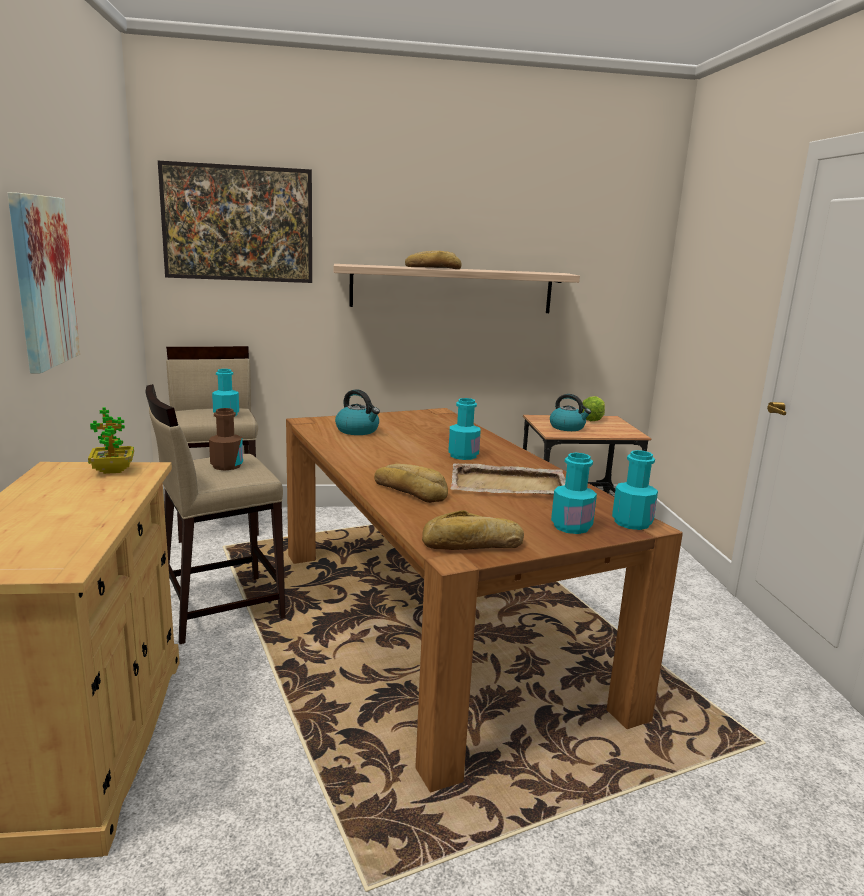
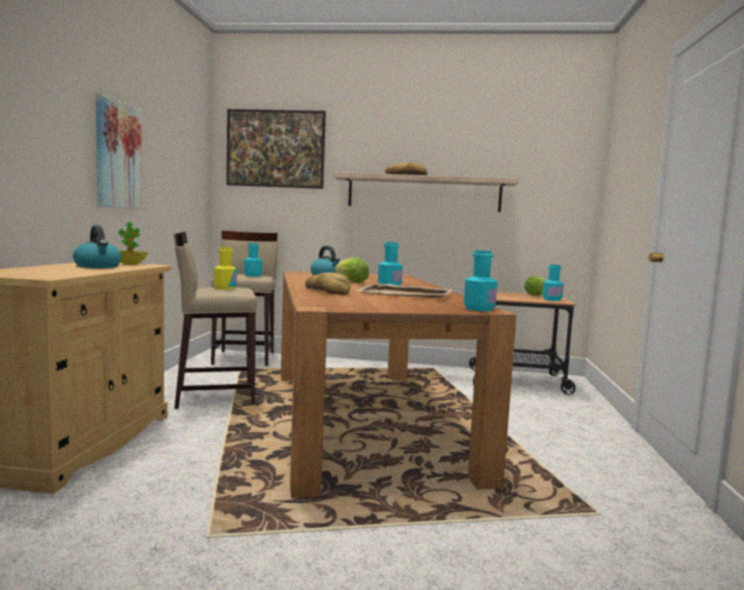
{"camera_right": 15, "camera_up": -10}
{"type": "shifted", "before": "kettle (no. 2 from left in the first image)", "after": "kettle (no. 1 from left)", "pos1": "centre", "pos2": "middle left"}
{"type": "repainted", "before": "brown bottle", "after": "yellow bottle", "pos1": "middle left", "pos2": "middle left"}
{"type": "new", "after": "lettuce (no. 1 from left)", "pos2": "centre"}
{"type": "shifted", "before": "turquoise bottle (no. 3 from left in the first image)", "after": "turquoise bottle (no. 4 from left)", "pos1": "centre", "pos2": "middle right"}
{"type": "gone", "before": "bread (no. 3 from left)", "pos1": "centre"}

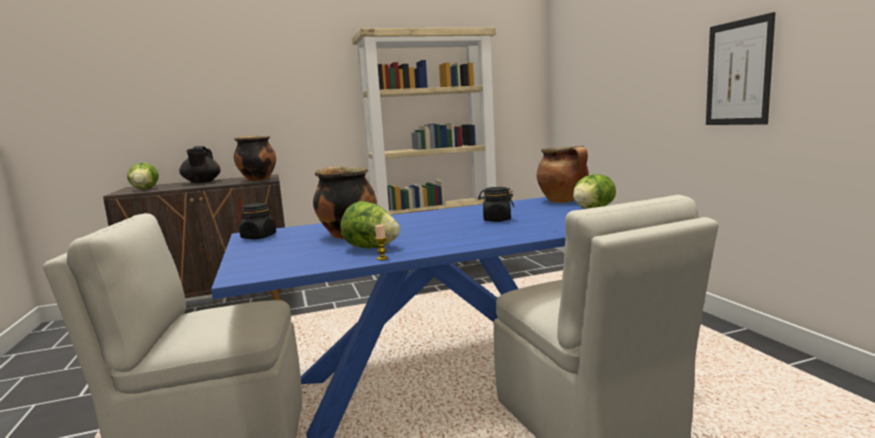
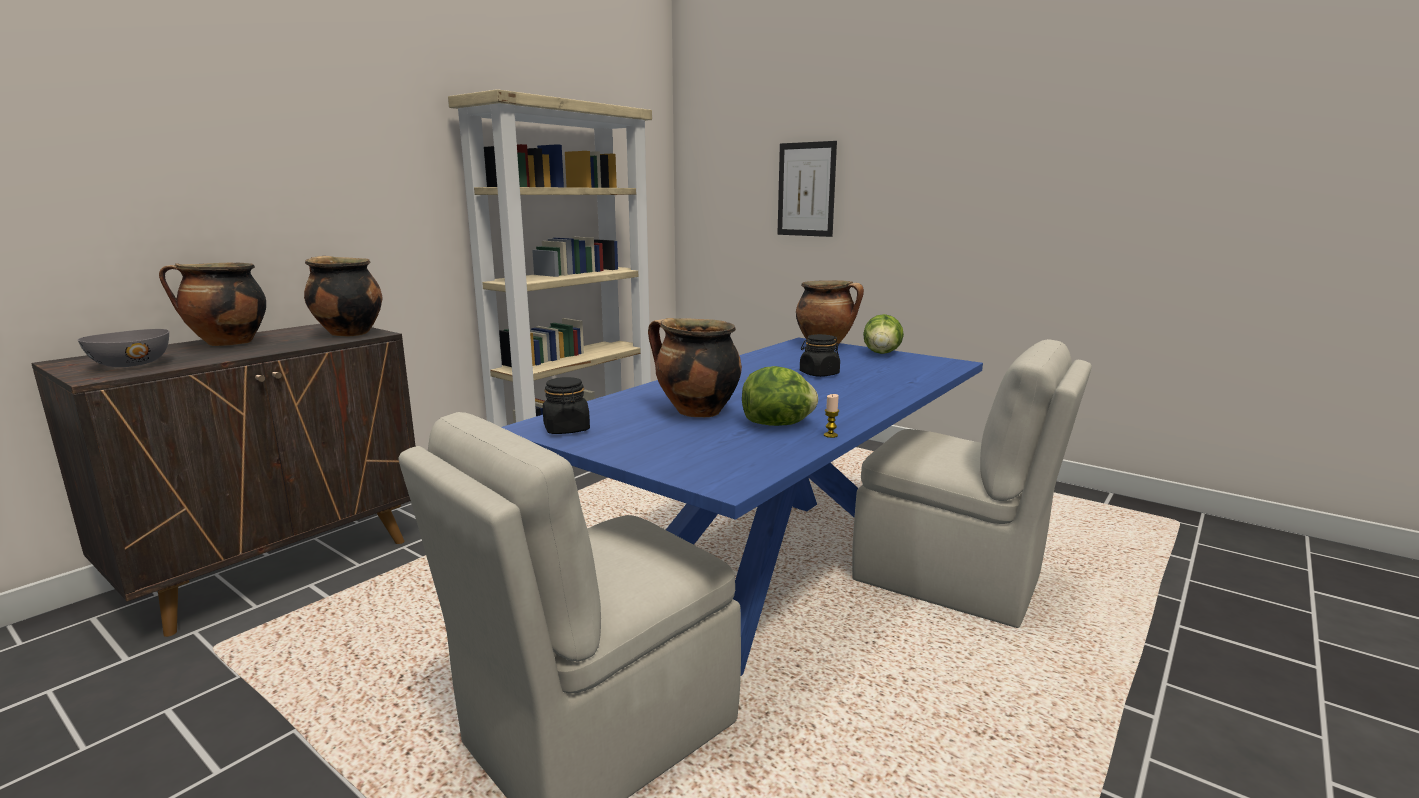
{"camera_right": -35, "camera_up": 5}
{"type": "swapped", "before": "lettuce (no. 1 from left)", "after": "grey bowl", "pos1": "middle left", "pos2": "middle left"}
{"type": "swapped", "before": "black teapot", "after": "cooking pot (no. 1 from left)", "pos1": "middle left", "pos2": "middle left"}
{"type": "shifted", "before": "picture", "pos1": "top right", "pos2": "top centre"}

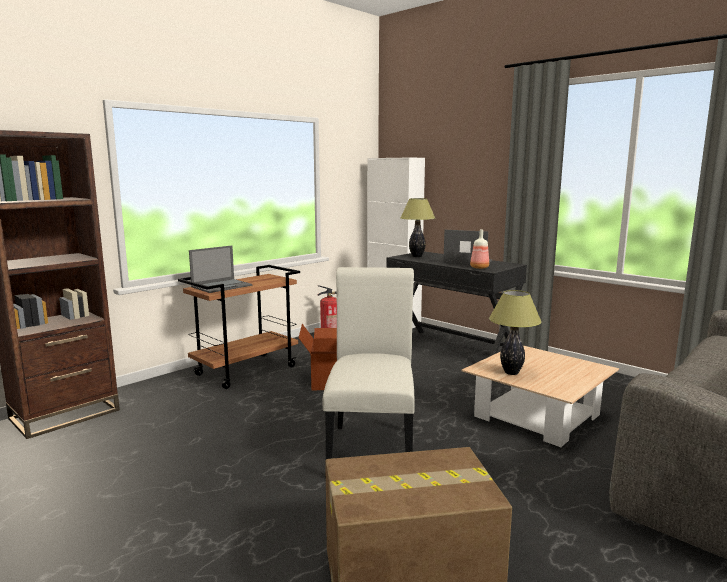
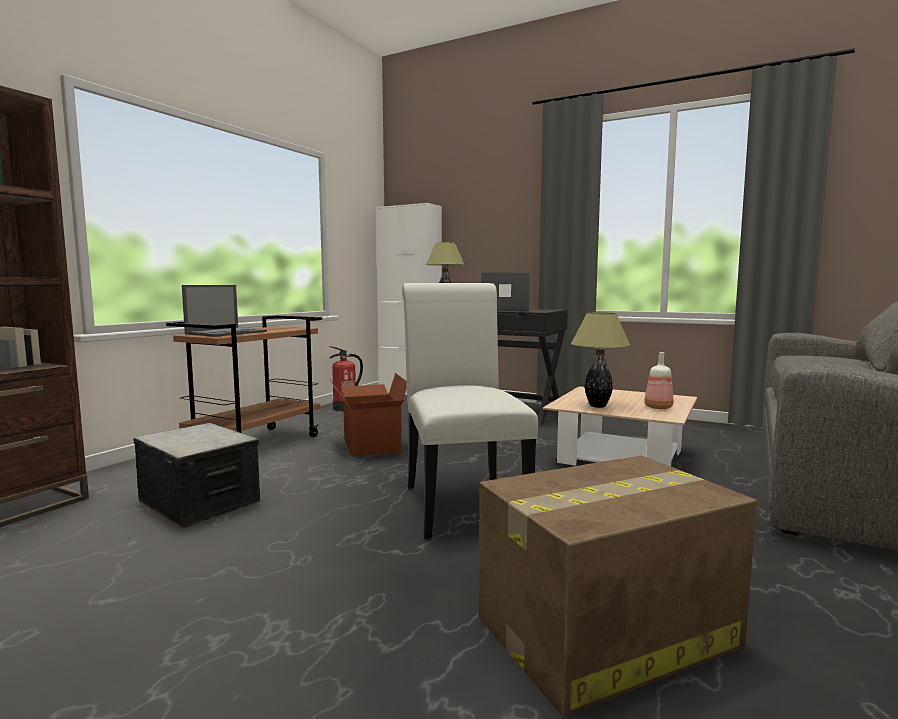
{"camera_right": -15, "camera_up": -5}
{"type": "new", "after": "storage box", "pos2": "middle left"}
{"type": "shifted", "before": "bottle", "pos1": "centre", "pos2": "middle right"}

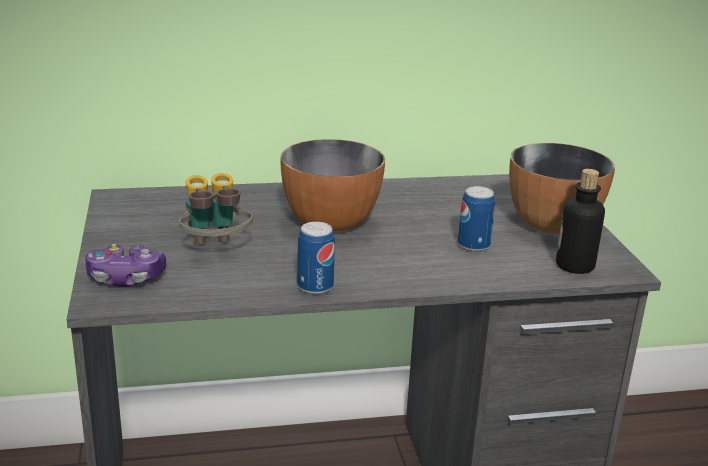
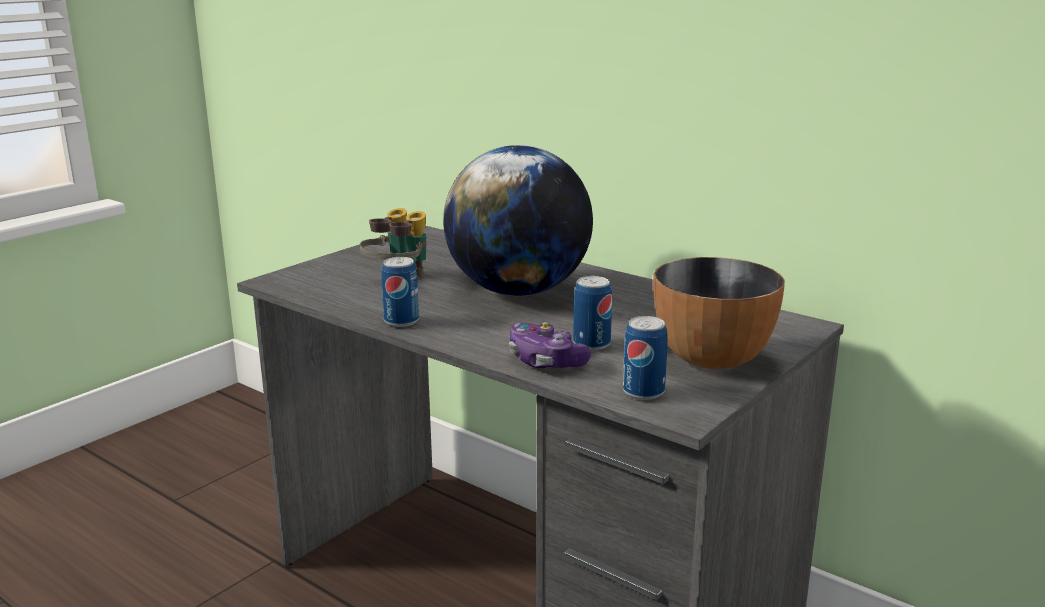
{"camera_right": 50, "camera_up": -5}
{"type": "swapped", "before": "bowl (no. 1 from left)", "after": "globe", "pos1": "centre", "pos2": "centre"}
{"type": "shifted", "before": "game controller", "pos1": "middle left", "pos2": "centre"}
{"type": "swapped", "before": "bottle", "after": "can (no. 3 from left)", "pos1": "middle right", "pos2": "centre"}

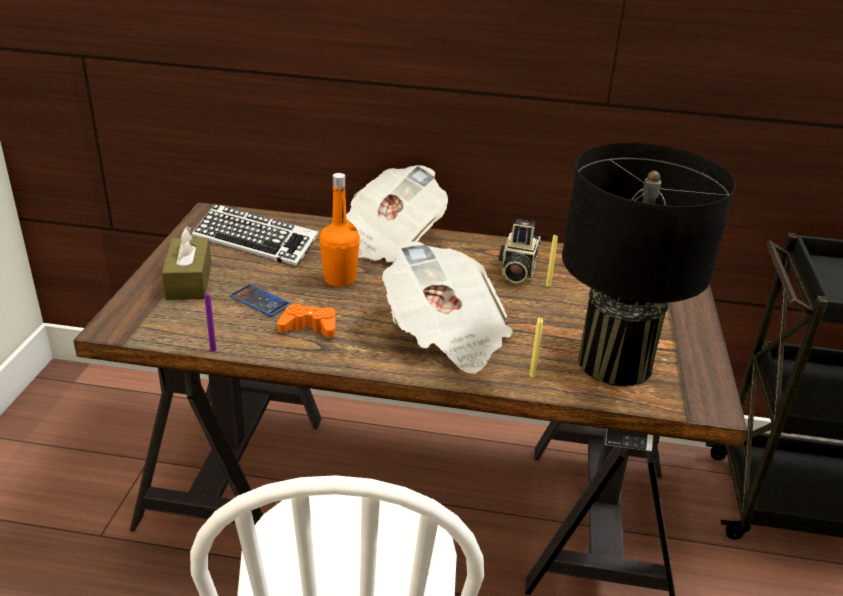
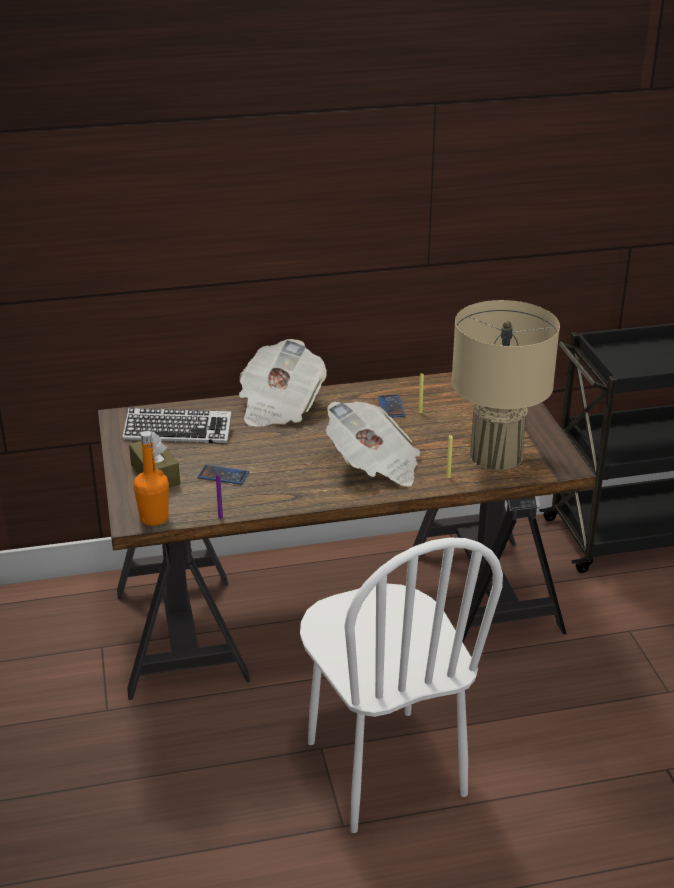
{"camera_right": -20, "camera_up": 0}
{"type": "shifted", "before": "orange bottle", "pos1": "centre", "pos2": "middle left"}
{"type": "swapped", "before": "photo camera", "after": "phone (no. 2 from left)", "pos1": "centre", "pos2": "centre"}
{"type": "repainted", "before": "black table lamp", "after": "beige table lamp", "pos1": "middle right", "pos2": "middle right"}
{"type": "gone", "before": "orange game controller", "pos1": "centre"}

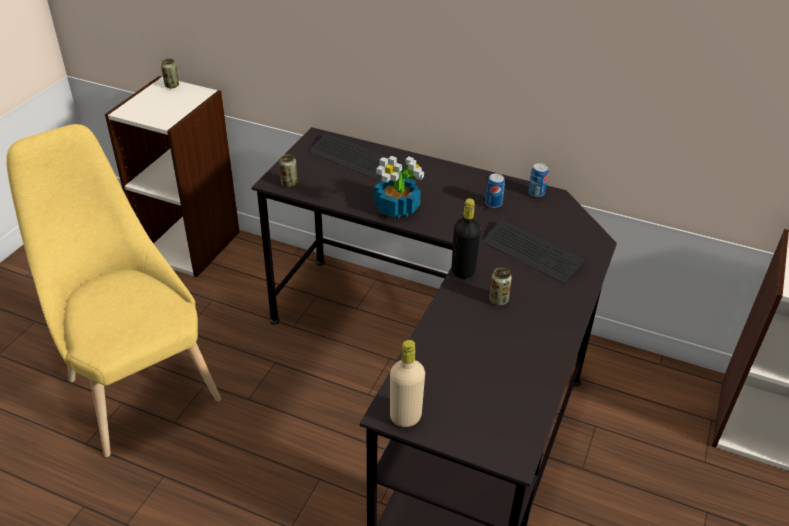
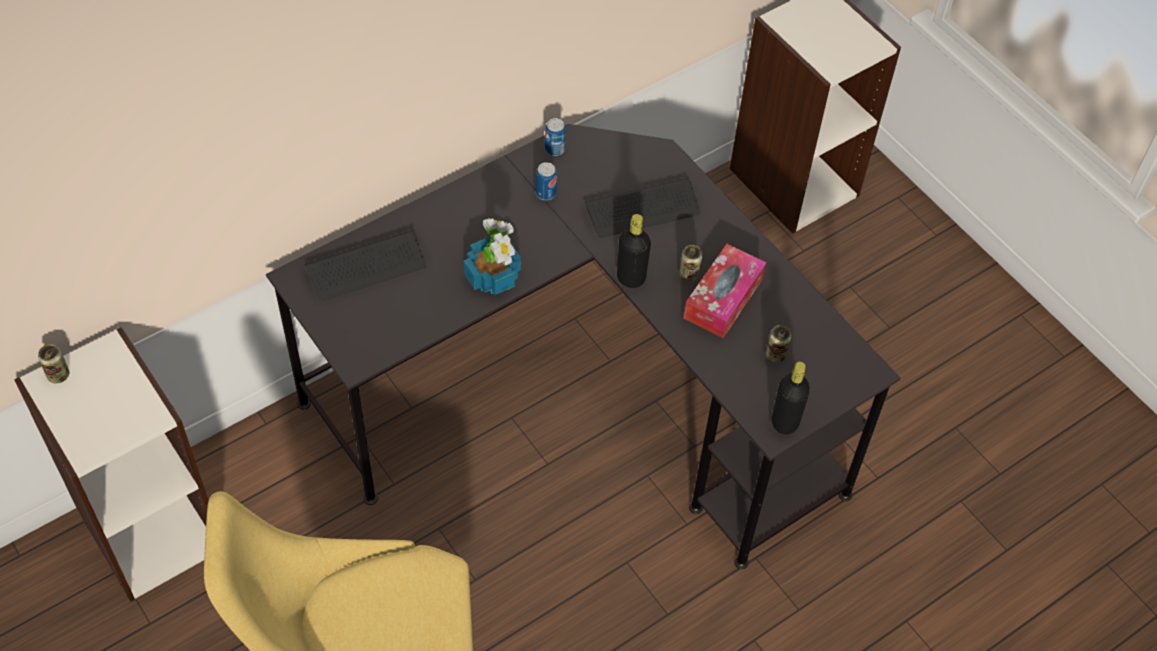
{"camera_right": -60, "camera_up": 15}
{"type": "new", "after": "tissue box", "pos2": "centre"}
{"type": "shifted", "before": "can (no. 2 from left in the first image)", "after": "can (no. 5 from left)", "pos1": "top centre", "pos2": "middle right"}
{"type": "repainted", "before": "beige bottle", "after": "black bottle (no. 2 from left)", "pos1": "bottom centre", "pos2": "middle right"}

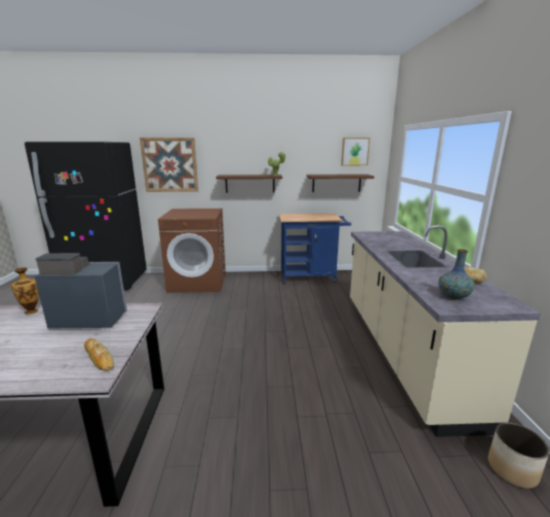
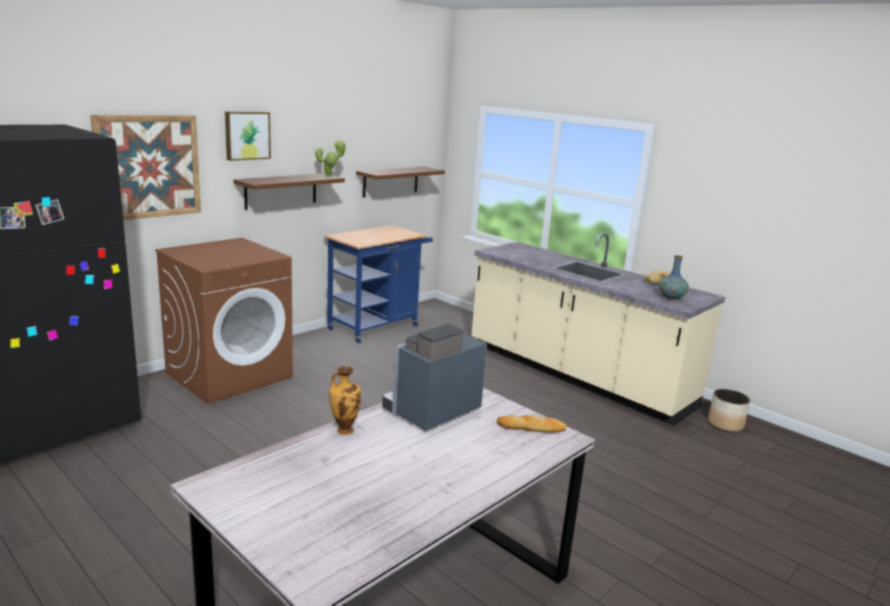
{"camera_right": -45, "camera_up": 0}
{"type": "shifted", "before": "picture (no. 2 from left)", "pos1": "top centre", "pos2": "top left"}

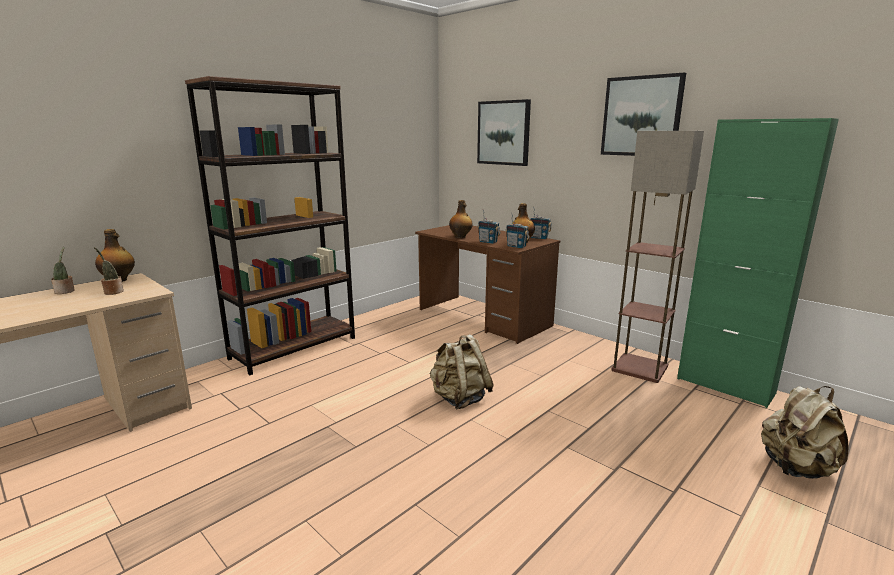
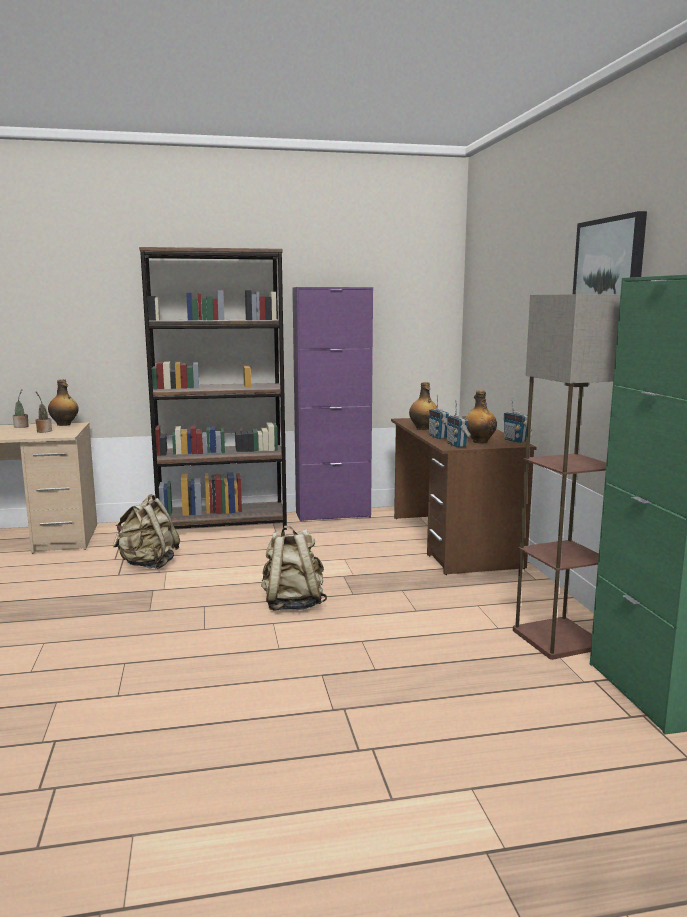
{"camera_right": 35, "camera_up": -5}
{"type": "shifted", "before": "beige backpack (no. 2 from left in the first image)", "after": "beige backpack (no. 1 from left)", "pos1": "bottom right", "pos2": "middle left"}
{"type": "new", "after": "purple cabinet", "pos2": "centre"}
{"type": "gone", "before": "picture (no. 1 from left)", "pos1": "top centre"}

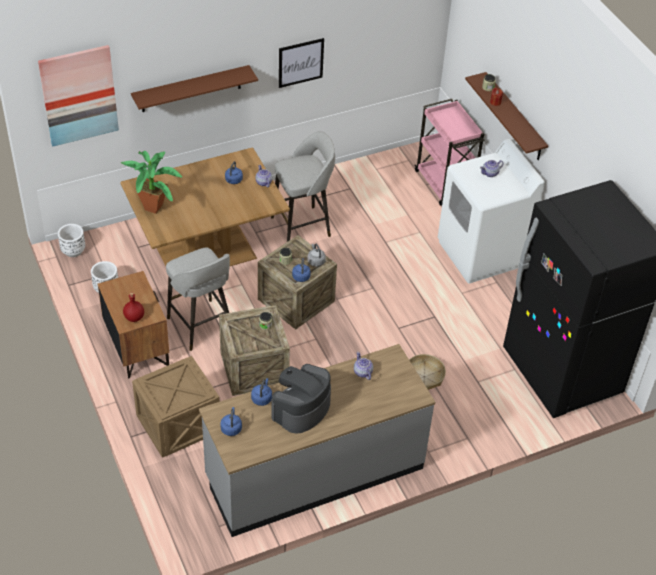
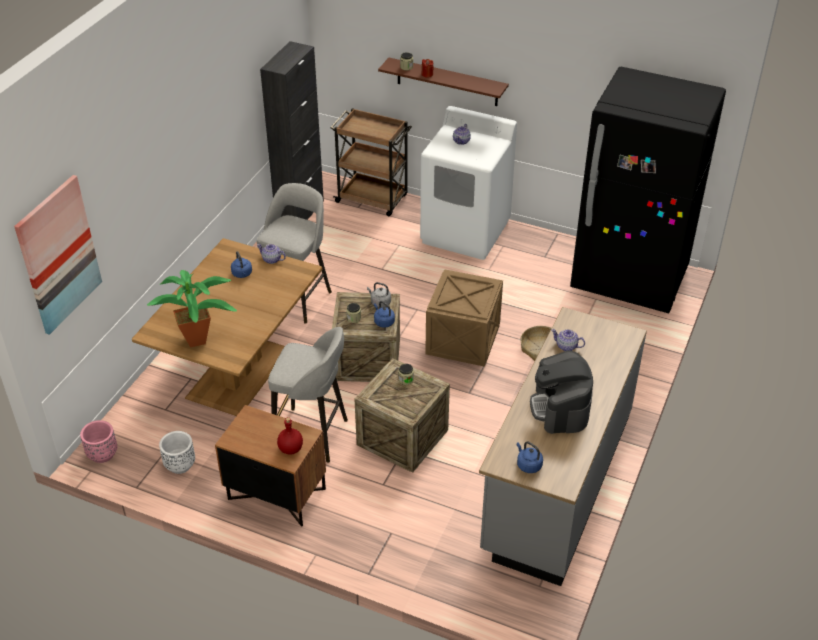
{"camera_right": -40, "camera_up": -5}
{"type": "repainted", "before": "white planter (no. 1 from left)", "after": "pink planter", "pos1": "middle left", "pos2": "bottom left"}
{"type": "new", "after": "black cabinet", "pos2": "top centre"}
{"type": "repainted", "before": "pink cart", "after": "brown cart", "pos1": "top right", "pos2": "top centre"}
{"type": "shifted", "before": "crate (no. 1 from left in the first image)", "after": "crate (no. 3 from left)", "pos1": "bottom left", "pos2": "centre"}
{"type": "gone", "before": "brown shelf (no. 1 from left)", "pos1": "top left"}
{"type": "gone", "before": "blue kettle (no. 3 from left)", "pos1": "bottom centre"}
{"type": "gone", "before": "picture (no. 2 from left)", "pos1": "top centre"}

